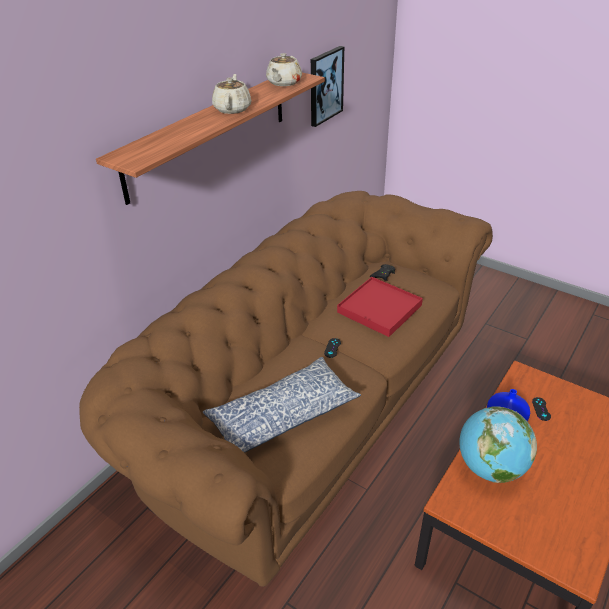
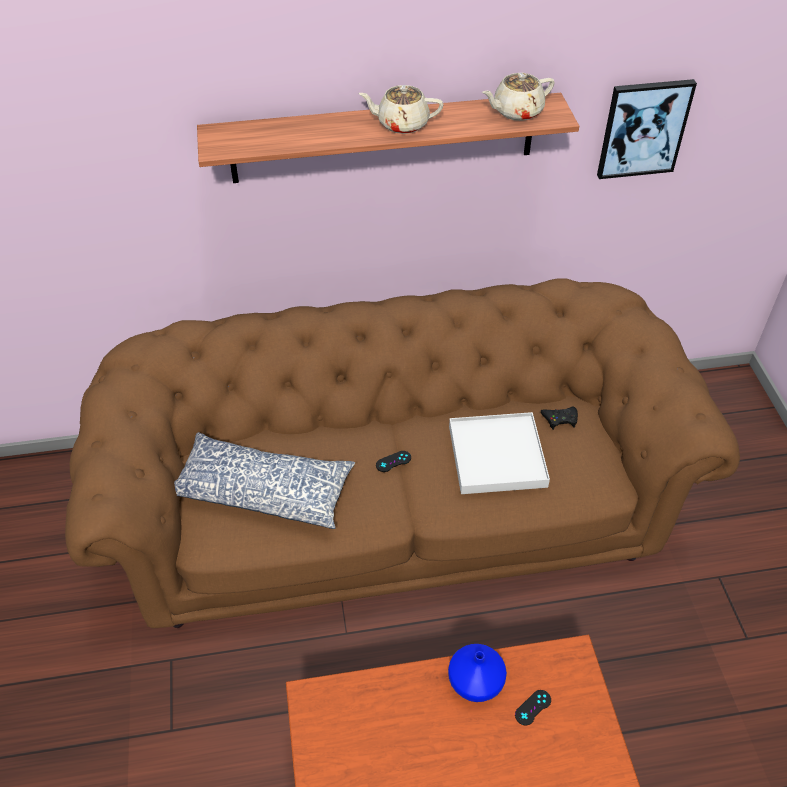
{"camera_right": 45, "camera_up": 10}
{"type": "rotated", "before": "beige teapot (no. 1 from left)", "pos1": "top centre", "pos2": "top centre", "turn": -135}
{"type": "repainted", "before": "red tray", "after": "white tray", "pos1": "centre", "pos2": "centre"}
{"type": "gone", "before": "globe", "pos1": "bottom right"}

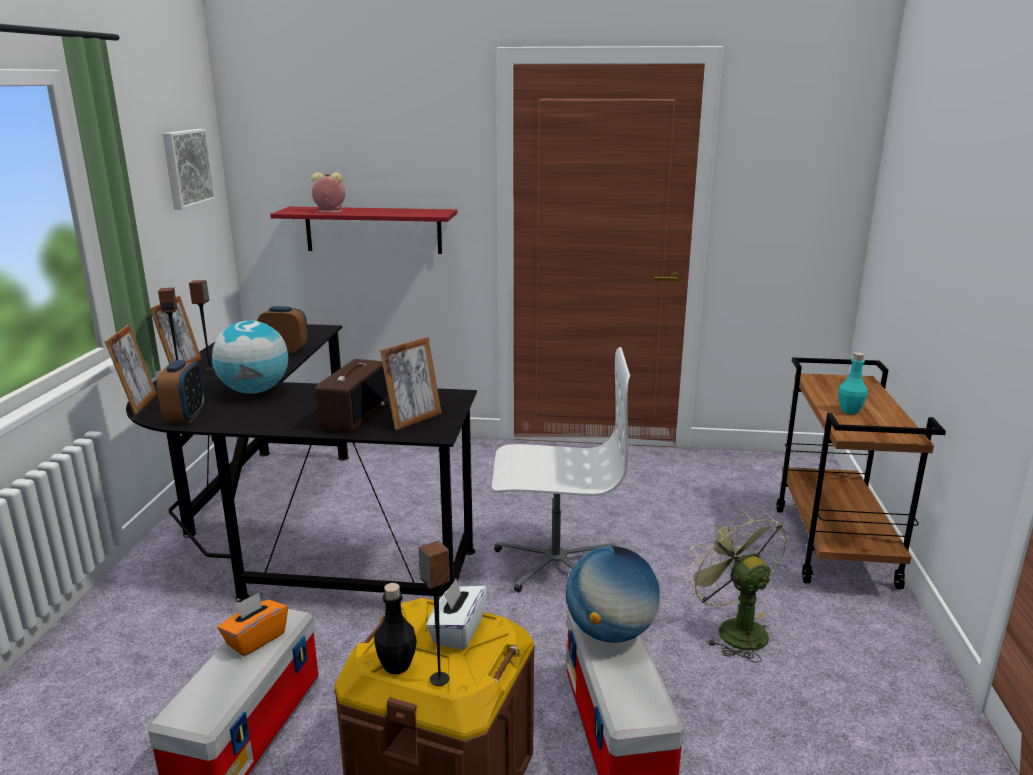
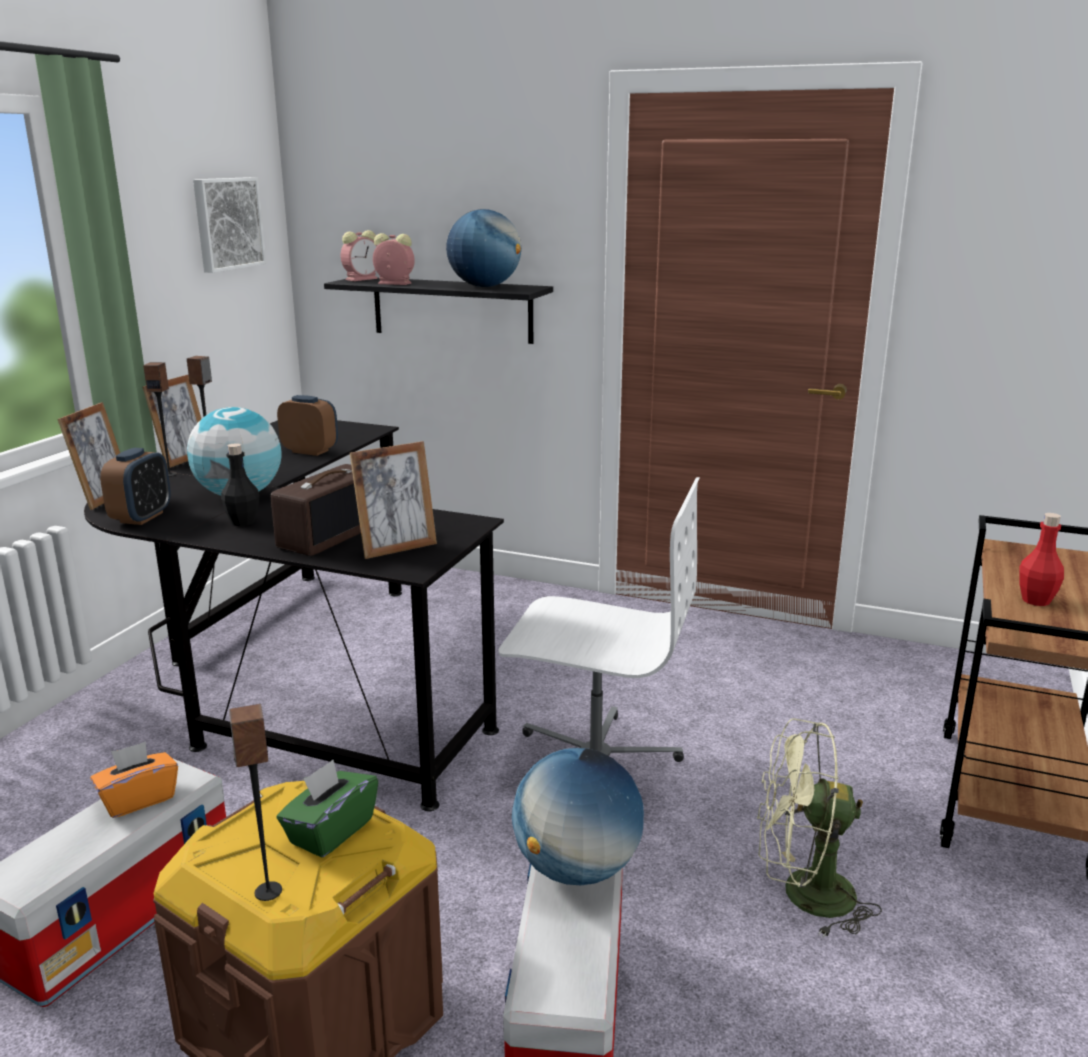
{"camera_right": 15, "camera_up": 0}
{"type": "shifted", "before": "black bottle", "pos1": "bottom centre", "pos2": "middle left"}
{"type": "repainted", "before": "white tissue box", "after": "green tissue box", "pos1": "bottom centre", "pos2": "bottom left"}
{"type": "repainted", "before": "red shelf", "after": "black shelf", "pos1": "top centre", "pos2": "top centre"}
{"type": "new", "after": "alarm clock (no. 3 from left)", "pos2": "top left"}
{"type": "new", "after": "globe (no. 2 from left)", "pos2": "top centre"}
{"type": "rotated", "before": "green fan", "pos1": "bottom right", "pos2": "bottom right", "turn": -75}
{"type": "repainted", "before": "turquoise bottle", "after": "red bottle", "pos1": "middle right", "pos2": "middle right"}

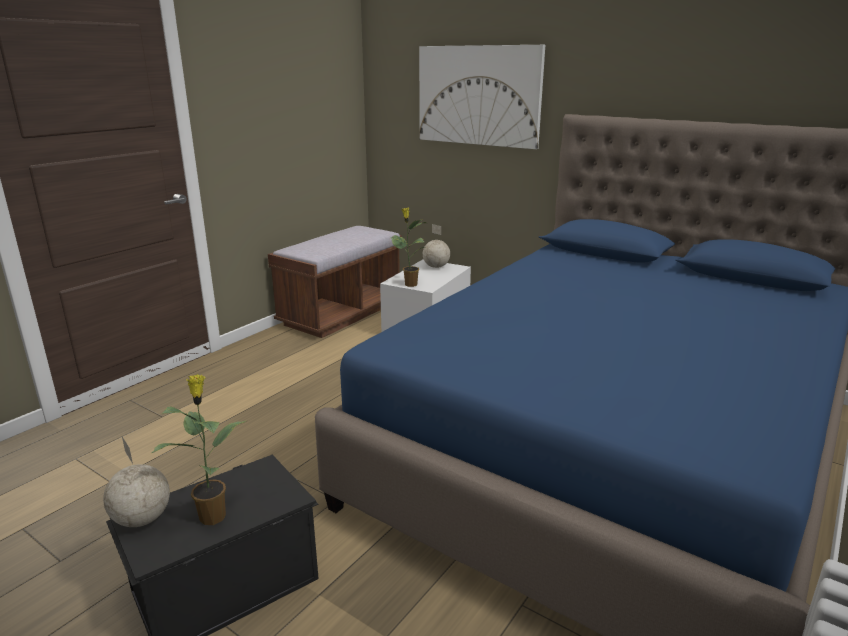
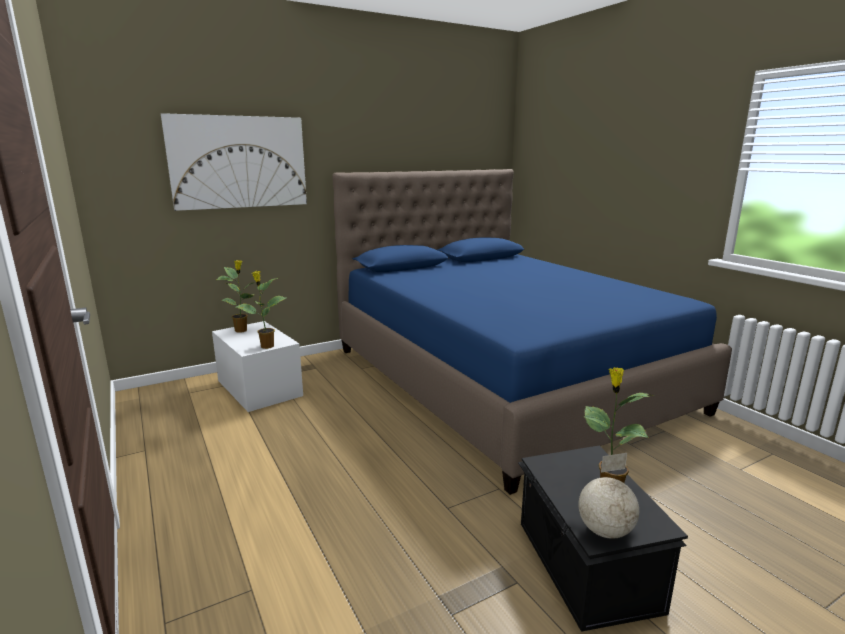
{"camera_right": -65, "camera_up": -5}
{"type": "swapped", "before": "globe (no. 2 from left)", "after": "potted plant (no. 1 from left)", "pos1": "centre", "pos2": "middle left"}
{"type": "gone", "before": "brown bench", "pos1": "centre"}

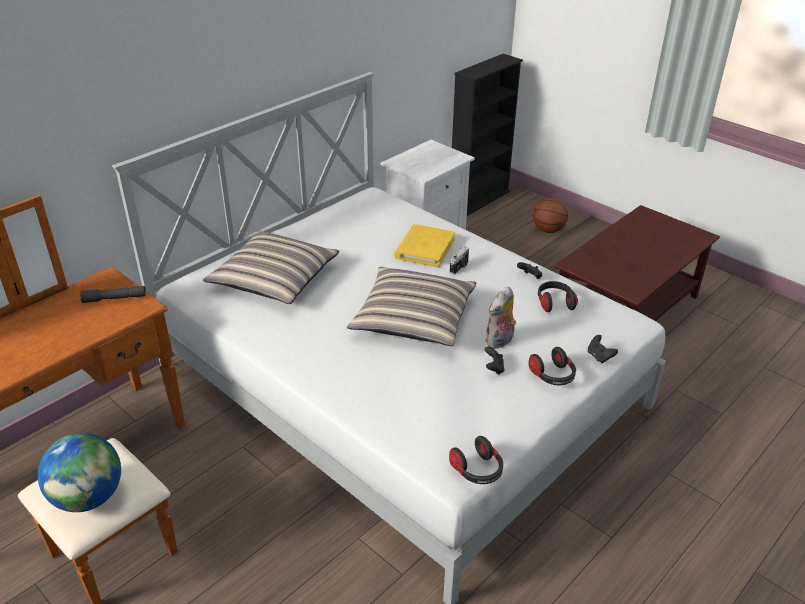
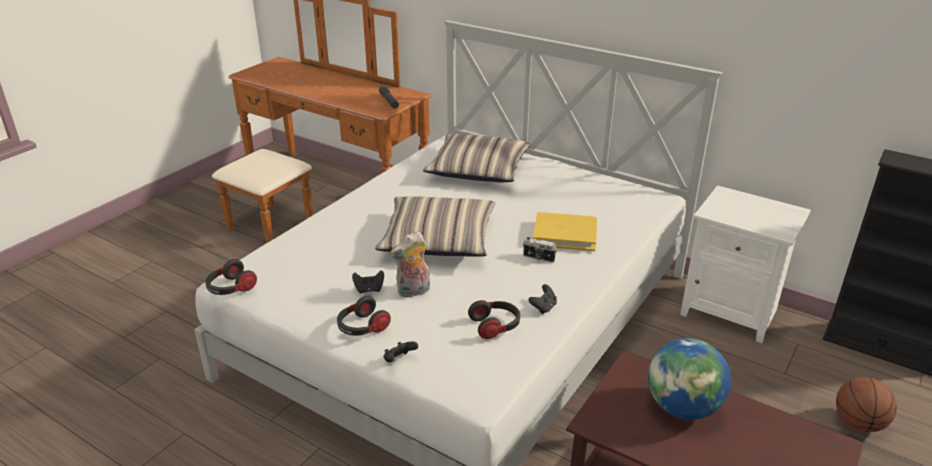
{"camera_right": 80, "camera_up": -5}
{"type": "rotated", "before": "plush toy", "pos1": "centre", "pos2": "centre", "turn": -60}
{"type": "shifted", "before": "globe", "pos1": "bottom left", "pos2": "bottom right"}

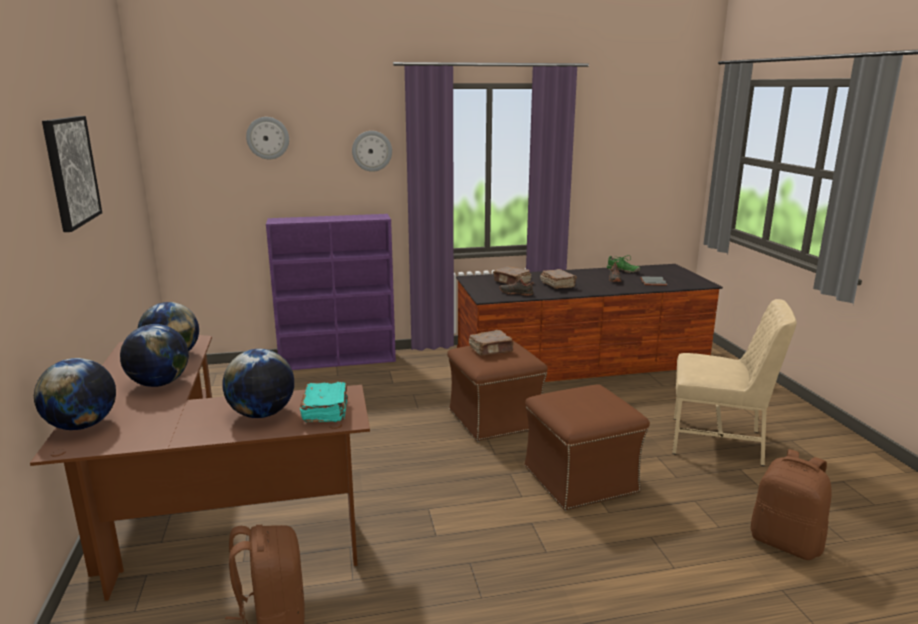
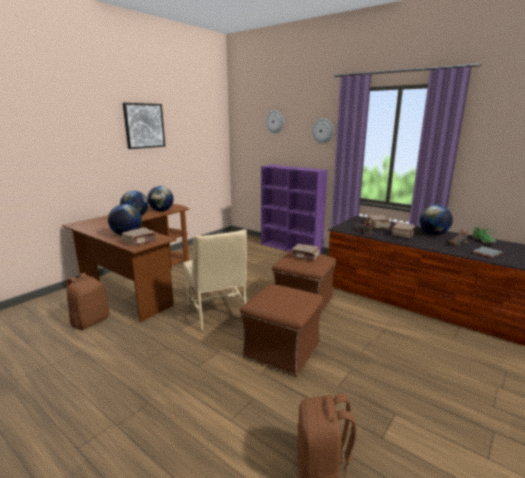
{"camera_right": 50, "camera_up": 0}
{"type": "repainted", "before": "turquoise book", "after": "brown book (no. 1 from left)", "pos1": "centre", "pos2": "middle left"}
{"type": "shifted", "before": "beige chair", "pos1": "middle right", "pos2": "centre"}
{"type": "shifted", "before": "globe (no. 1 from left in the first image)", "after": "globe (no. 4 from left)", "pos1": "middle left", "pos2": "middle right"}

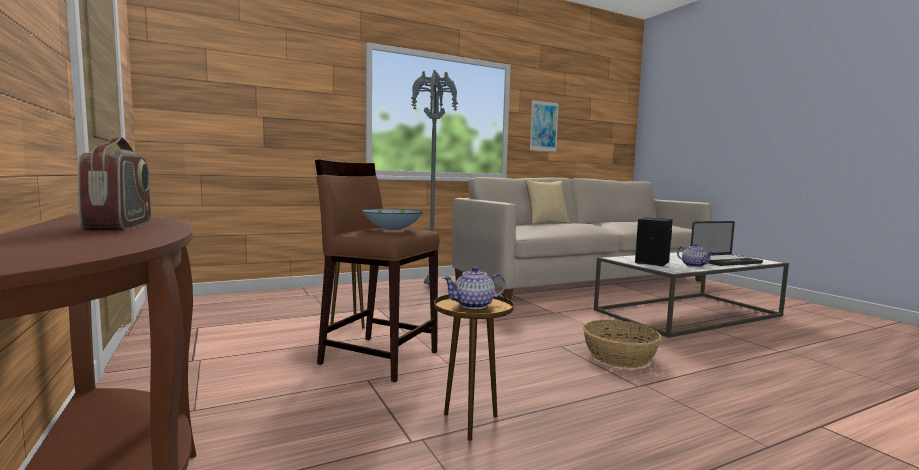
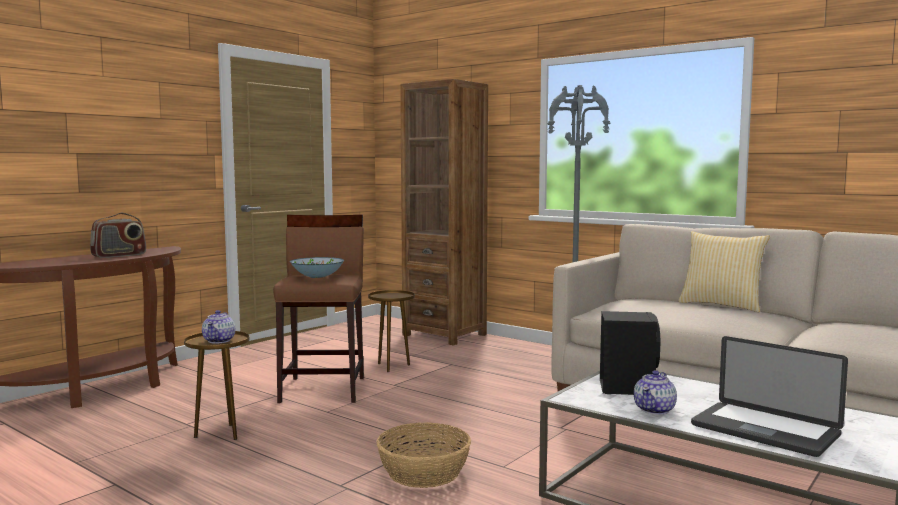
{"camera_right": 65, "camera_up": 0}
{"type": "rotated", "before": "teapot (no. 1 from left)", "pos1": "centre", "pos2": "middle left", "turn": -135}
{"type": "new", "after": "brown bookcase", "pos2": "centre"}
{"type": "gone", "before": "picture", "pos1": "top centre"}

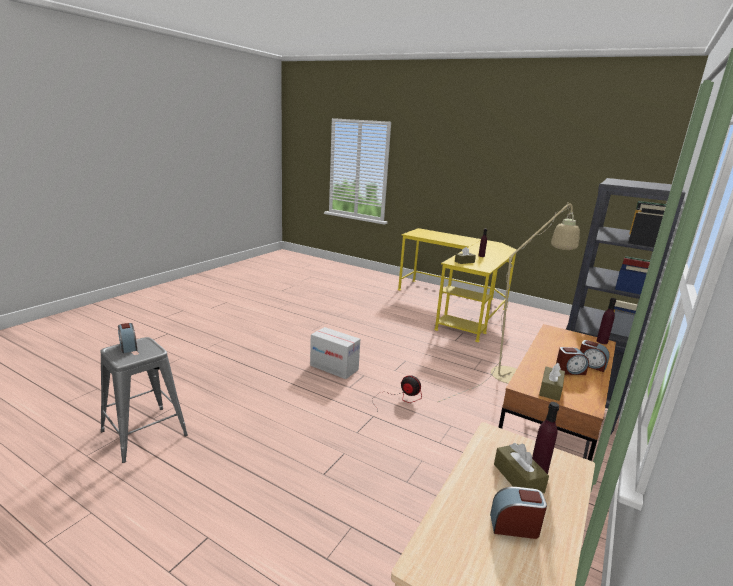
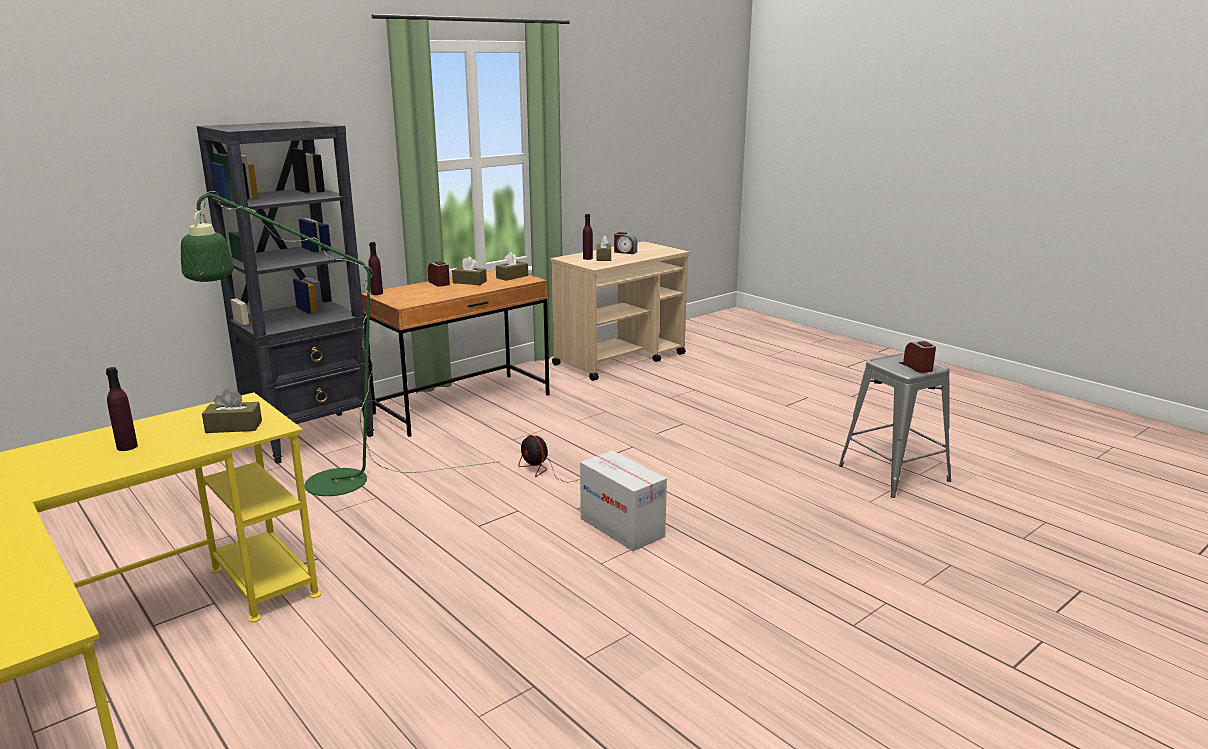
{"camera_right": -160, "camera_up": 0}
{"type": "repainted", "before": "beige floor lamp", "after": "green floor lamp", "pos1": "middle right", "pos2": "middle left"}
{"type": "swapped", "before": "alarm clock (no. 3 from left)", "after": "brown tissue box (no. 2 from left)", "pos1": "middle right", "pos2": "centre"}

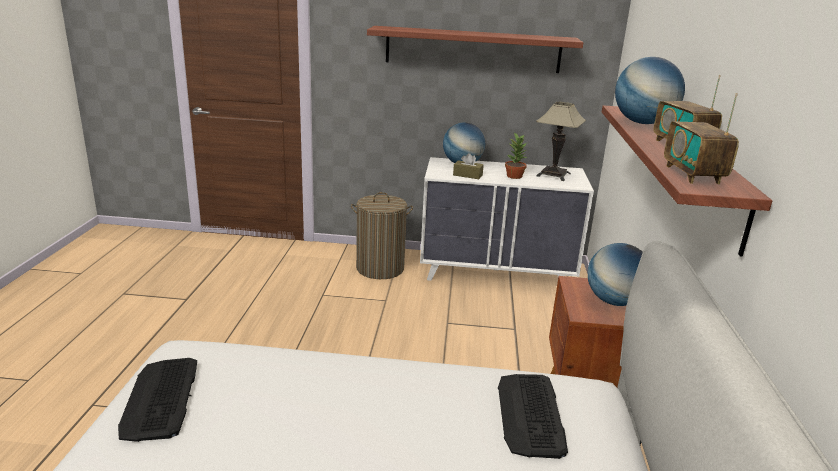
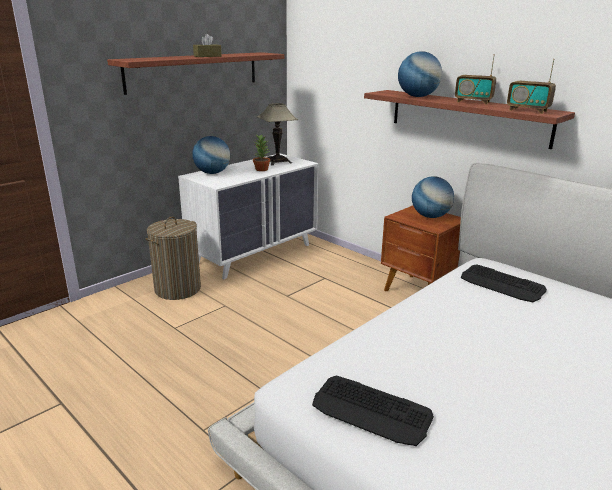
{"camera_right": -50, "camera_up": 0}
{"type": "shifted", "before": "brown tissue box", "pos1": "centre", "pos2": "top centre"}

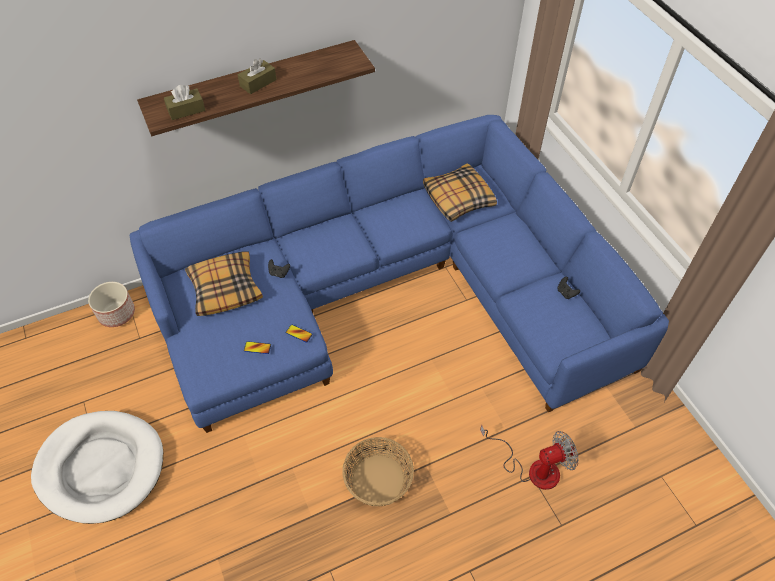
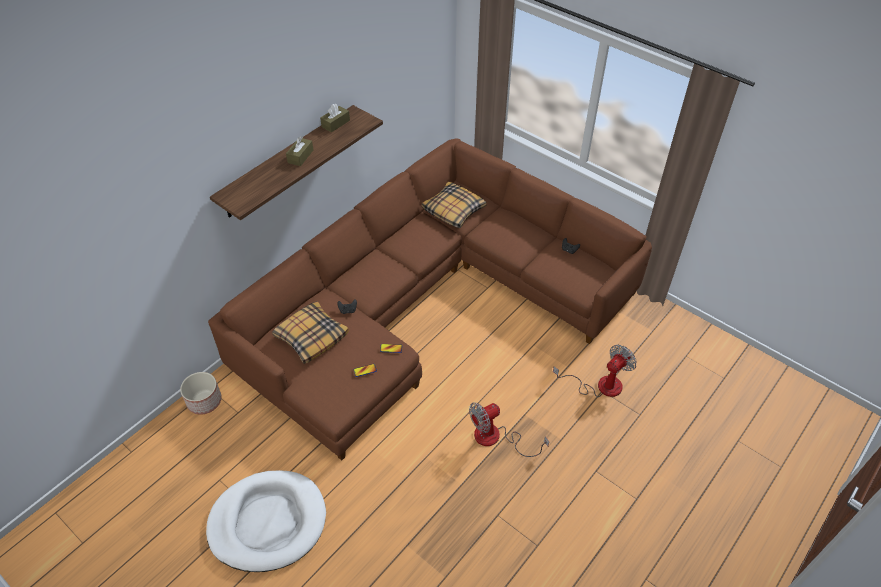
{"camera_right": -25, "camera_up": -5}
{"type": "repainted", "before": "blue sofa", "after": "brown sofa", "pos1": "centre", "pos2": "centre"}
{"type": "shifted", "before": "brown tissue box (no. 1 from left in the first image)", "after": "brown tissue box (no. 2 from left)", "pos1": "top left", "pos2": "top centre"}
{"type": "swapped", "before": "basket", "after": "fan (no. 1 from left)", "pos1": "bottom centre", "pos2": "bottom centre"}

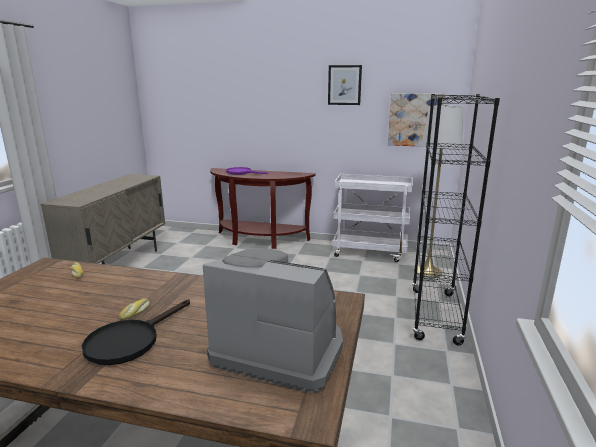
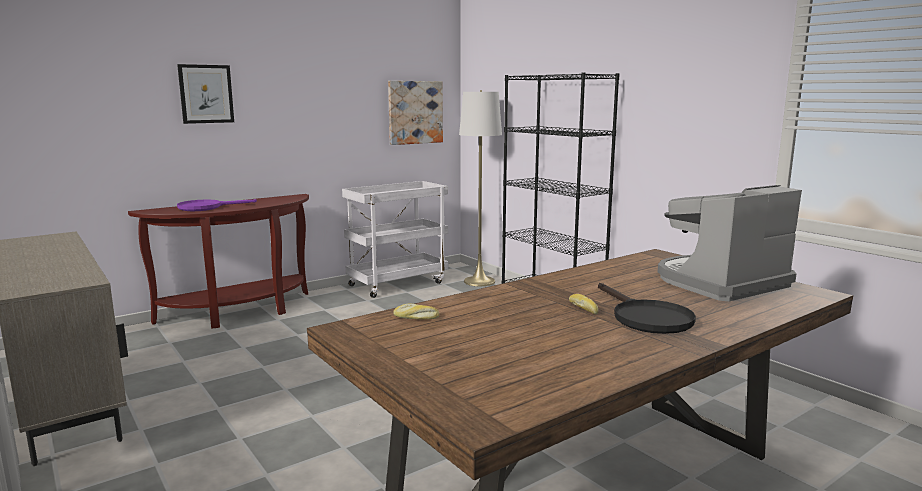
{"camera_right": -50, "camera_up": -5}
{"type": "shifted", "before": "picture (no. 1 from left)", "pos1": "top centre", "pos2": "top left"}

